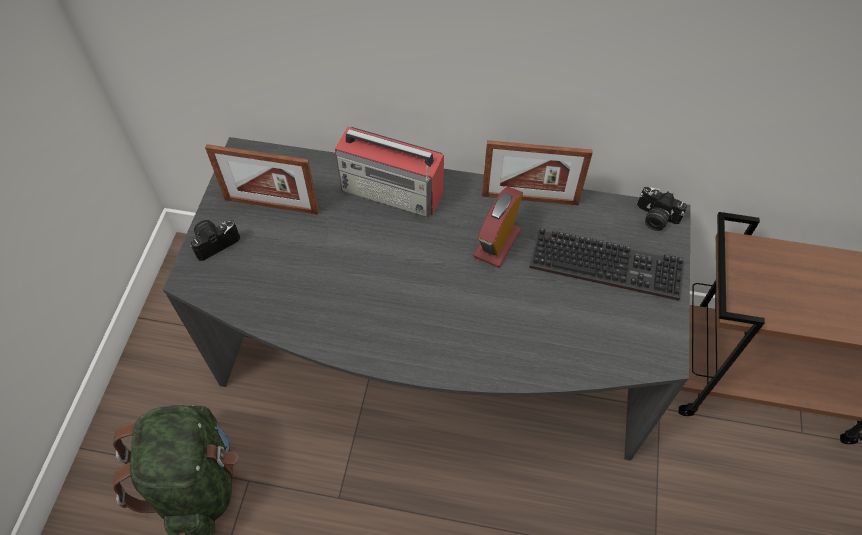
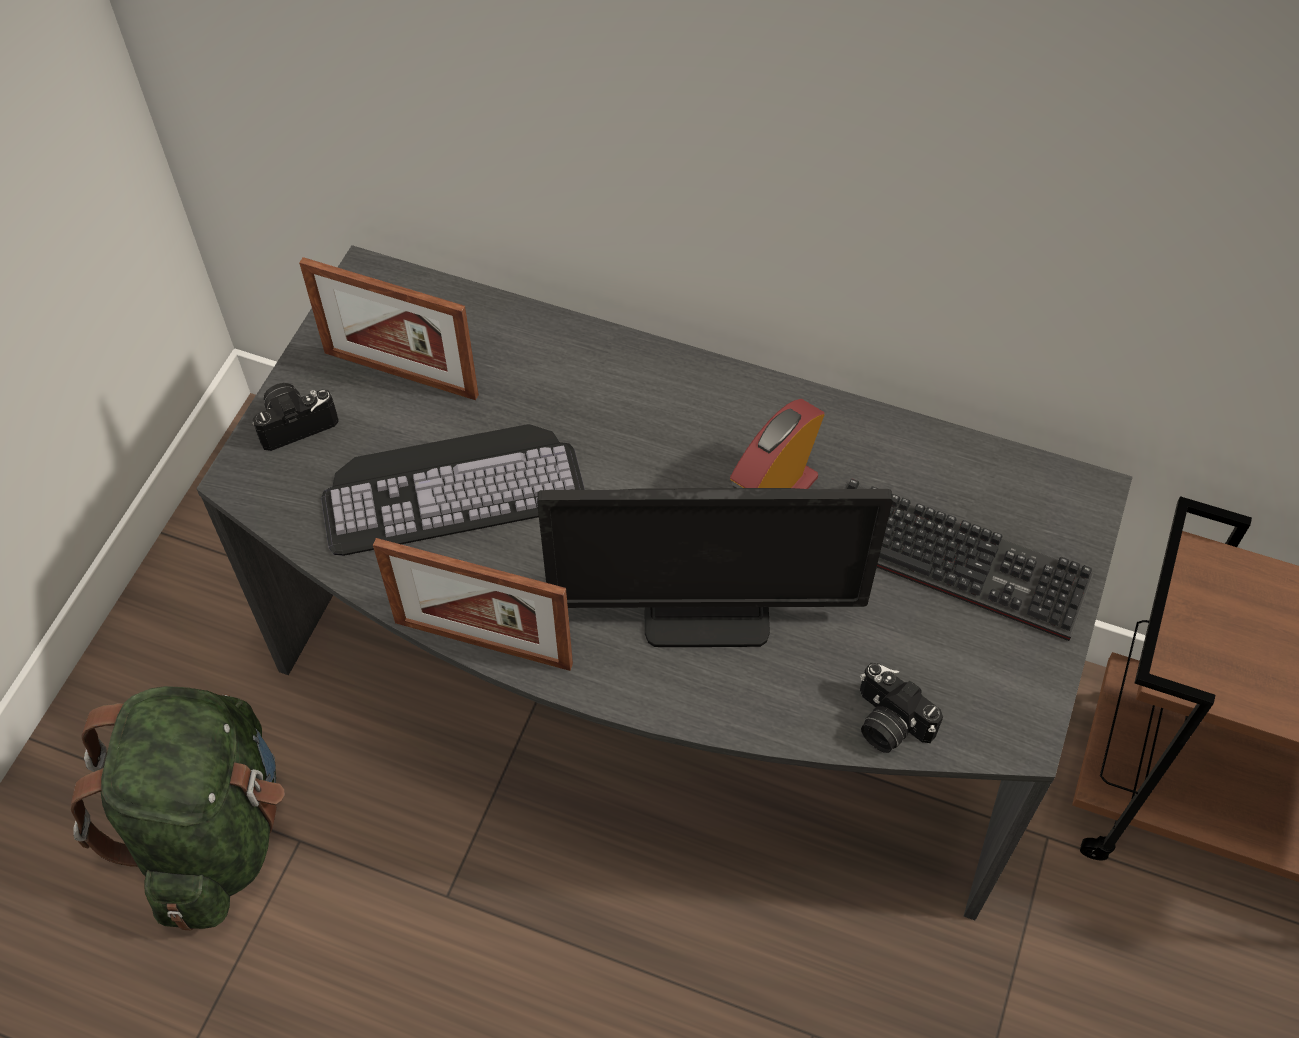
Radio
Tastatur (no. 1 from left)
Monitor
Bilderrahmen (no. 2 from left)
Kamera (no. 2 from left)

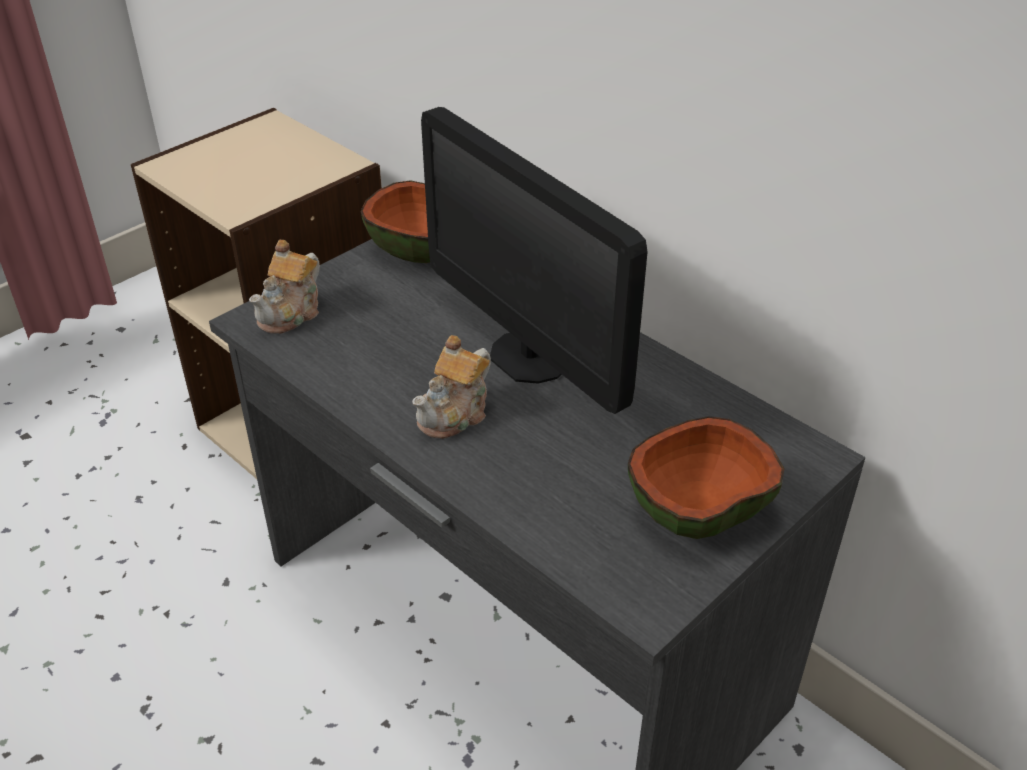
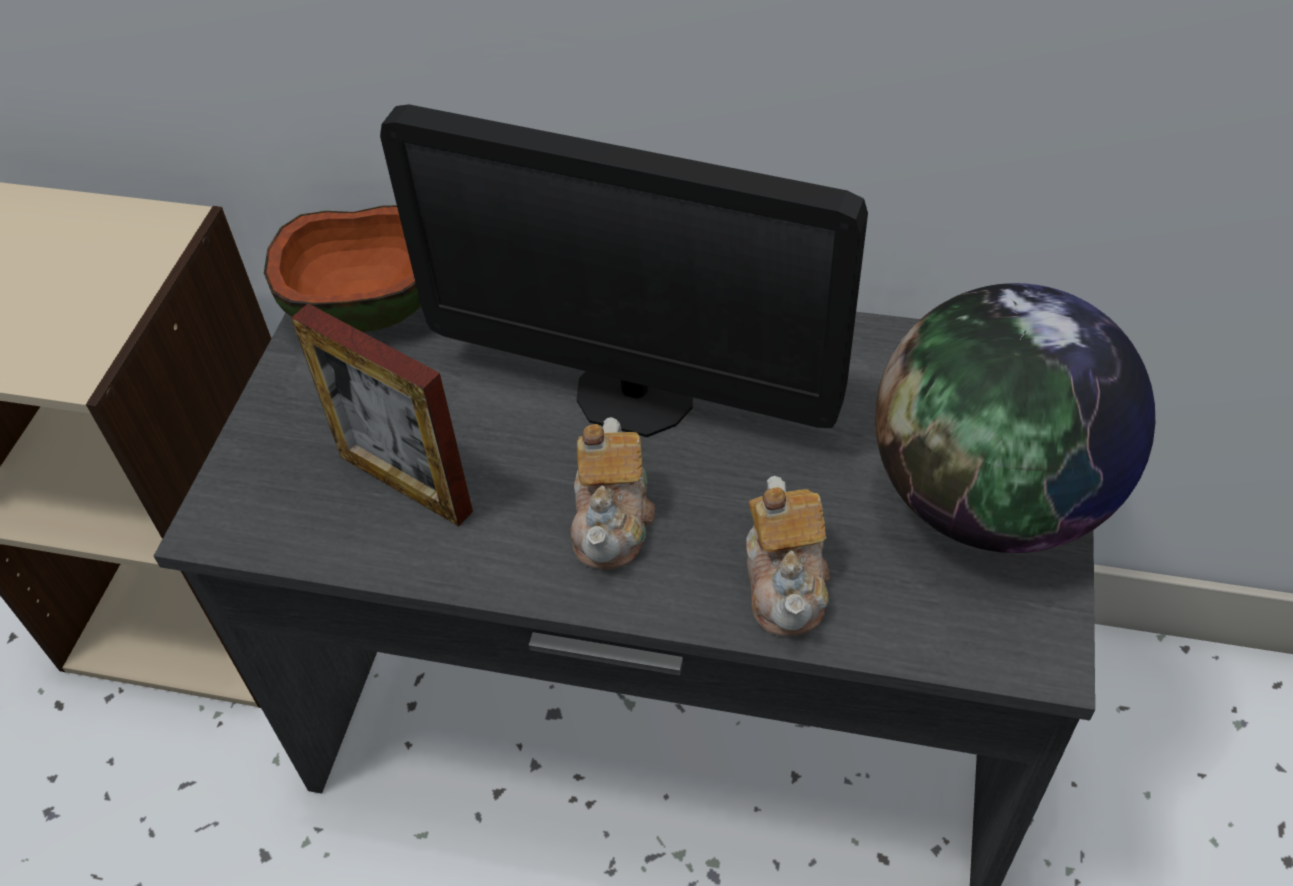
Bilderrahmen
Teekanne (no. 2 from left)
Globus

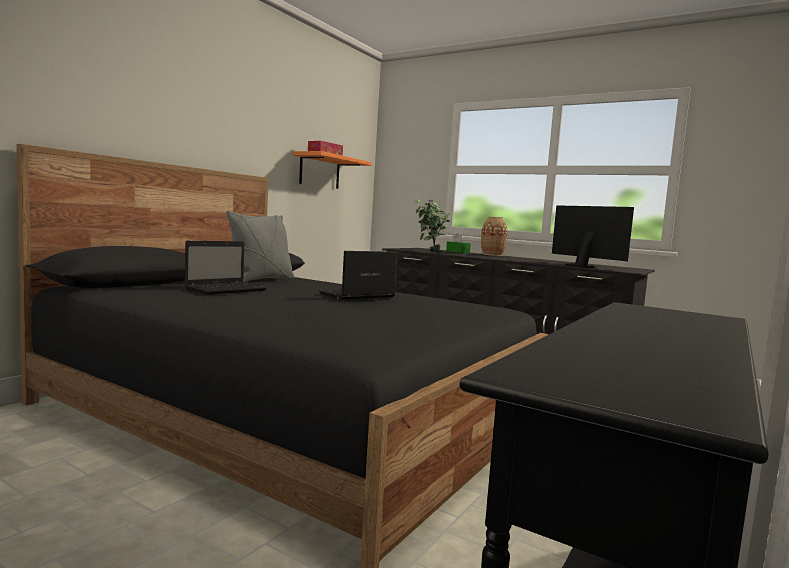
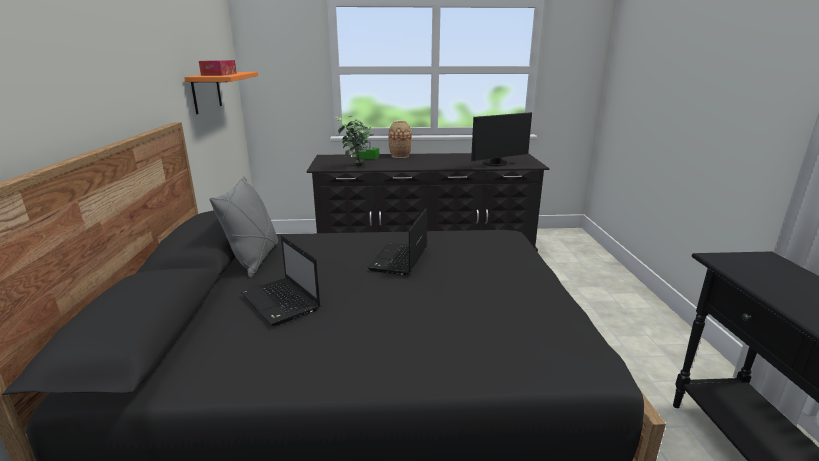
Laptop (no. 1 from left)
Monitor

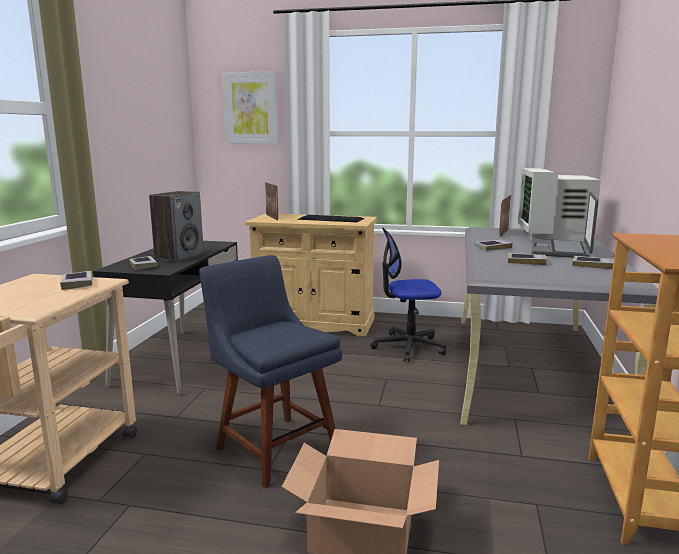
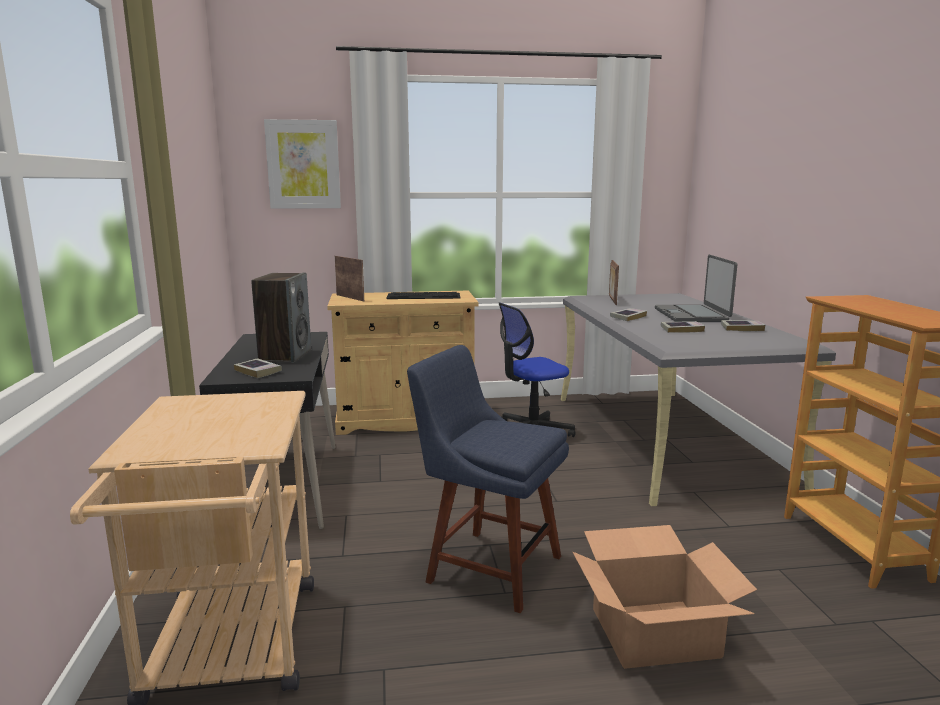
Buch (no. 1 from left in the first image)
Monitor

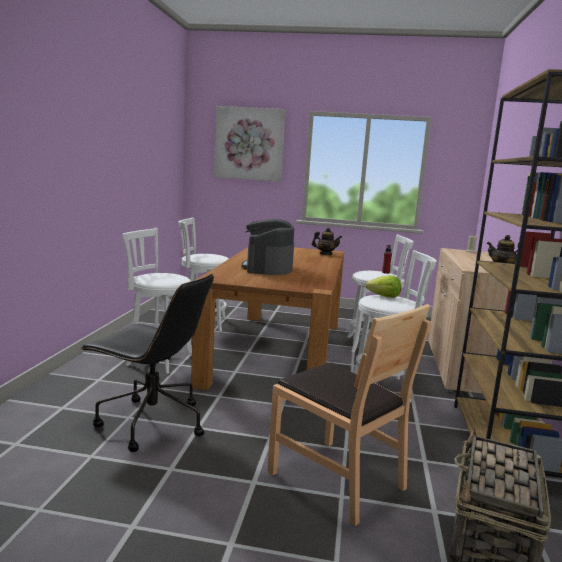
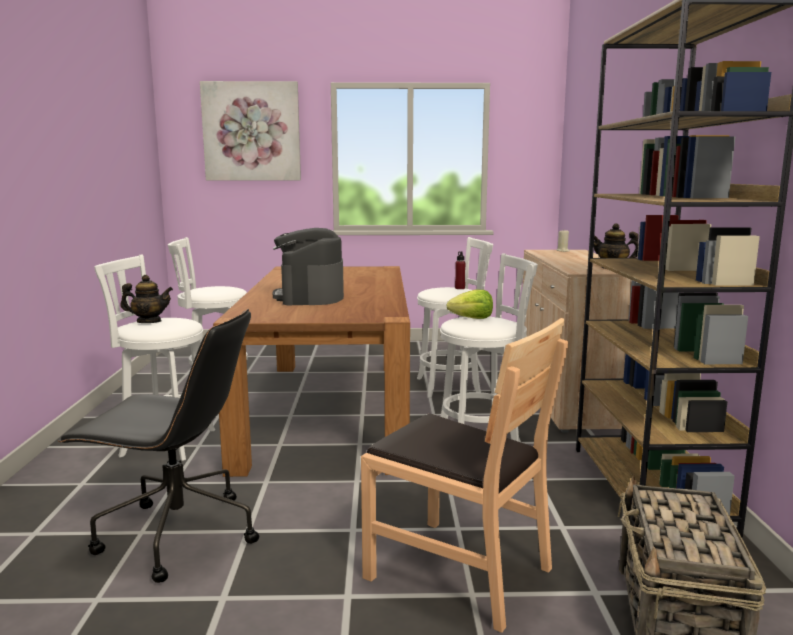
Teekanne (no. 1 from left)

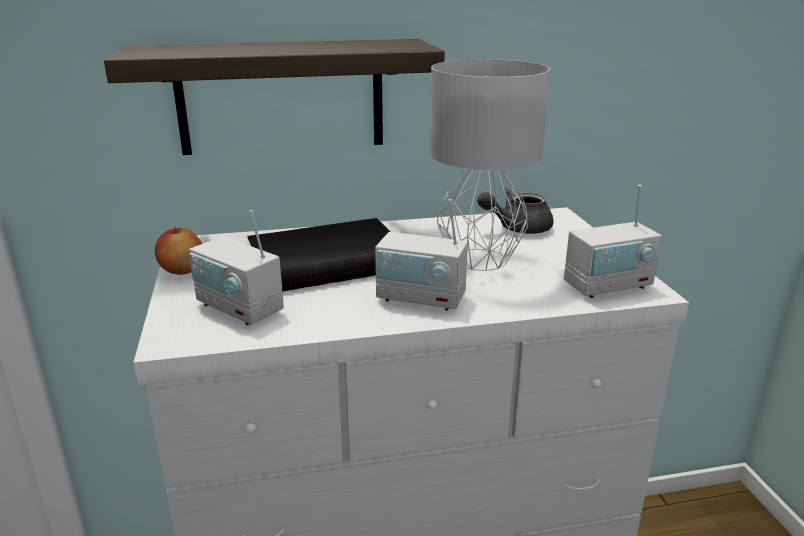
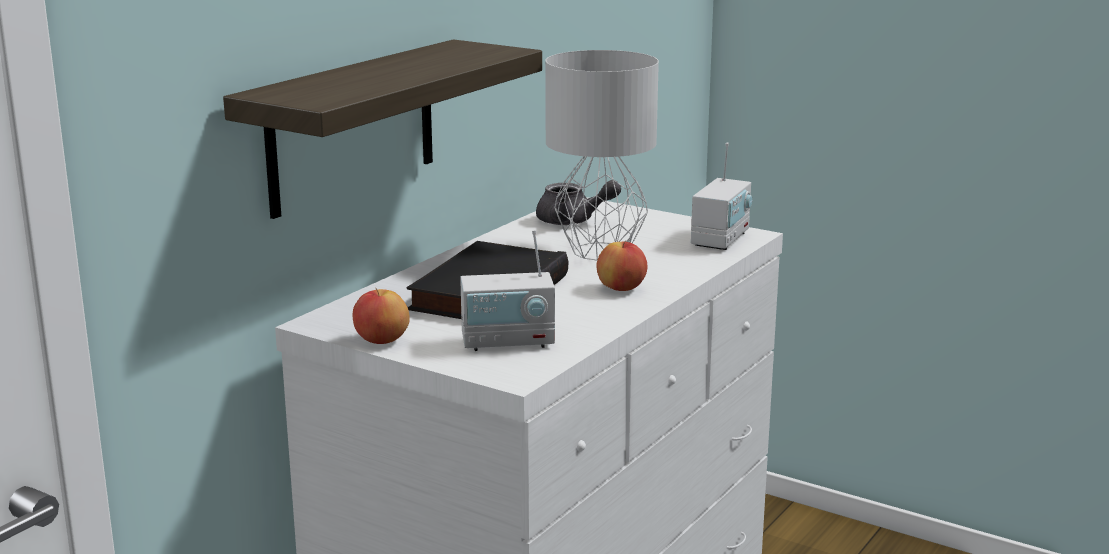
Apfel (no. 2 from left)
Teekanne/grau

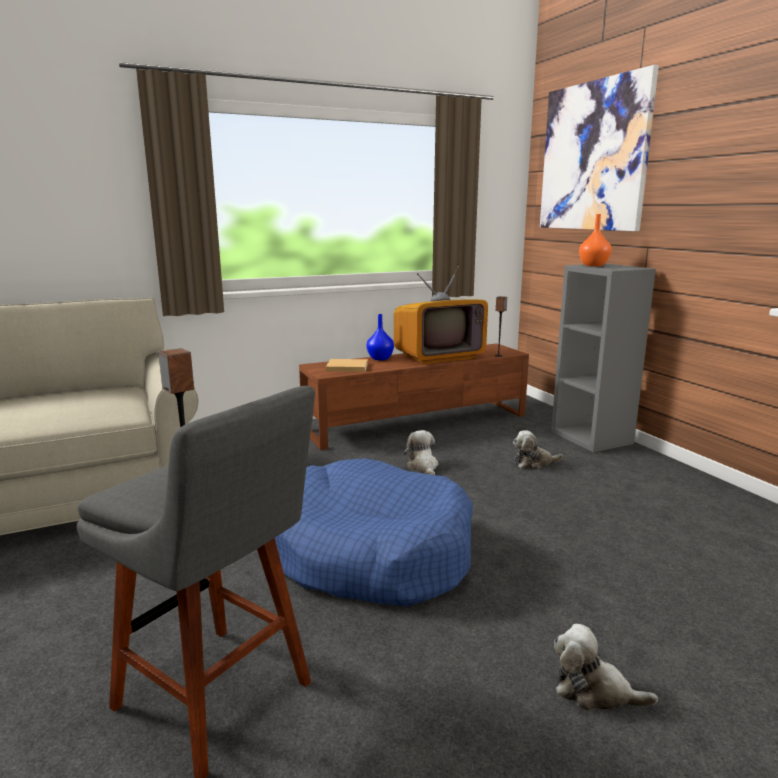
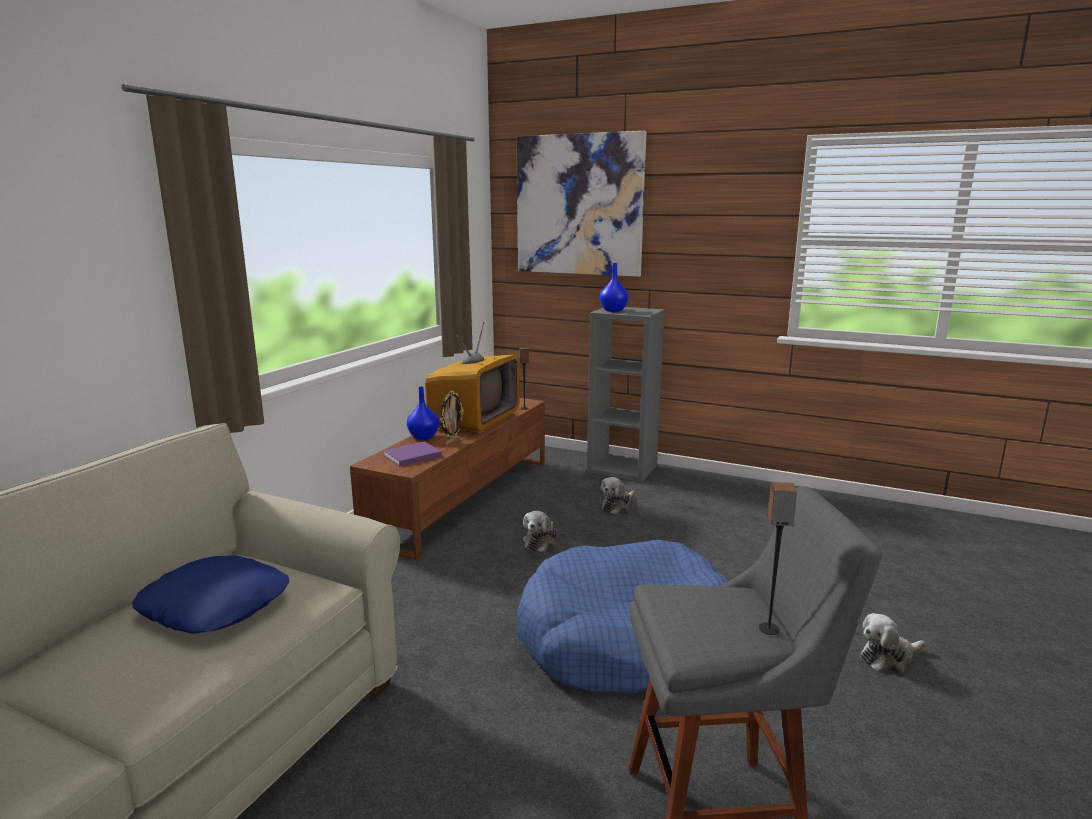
Kissen/blau
Bilderrahmen
Buch/lila
Vase/blau (no. 2 from left)
Plüschtier (no. 1 from left)

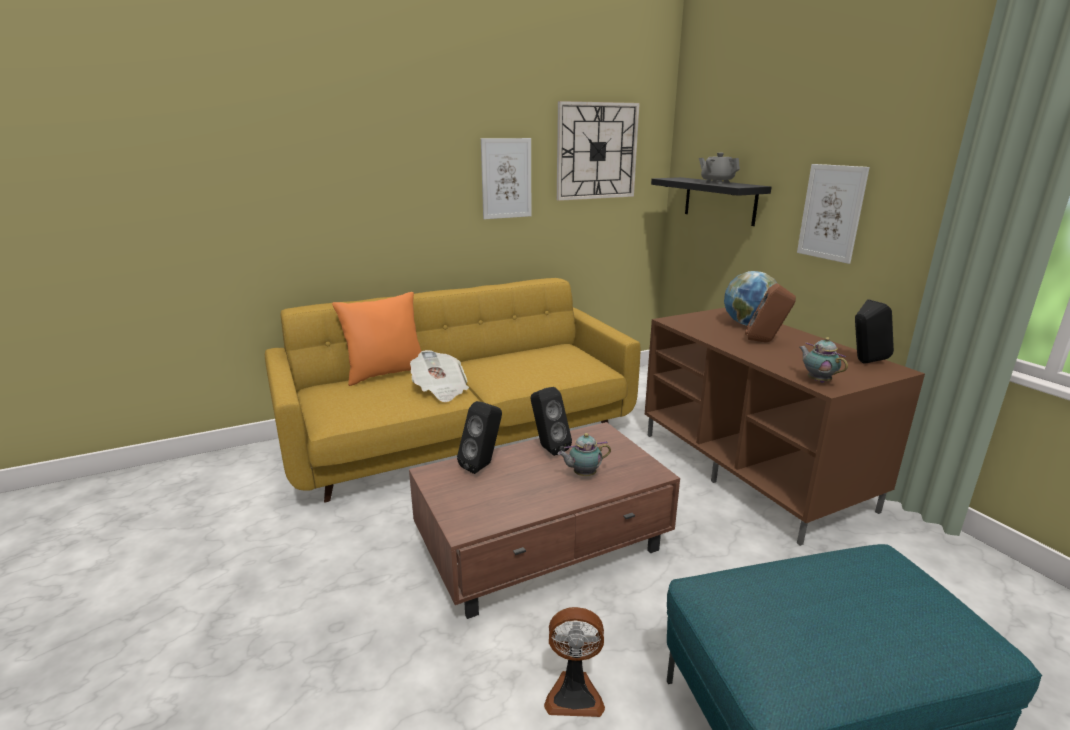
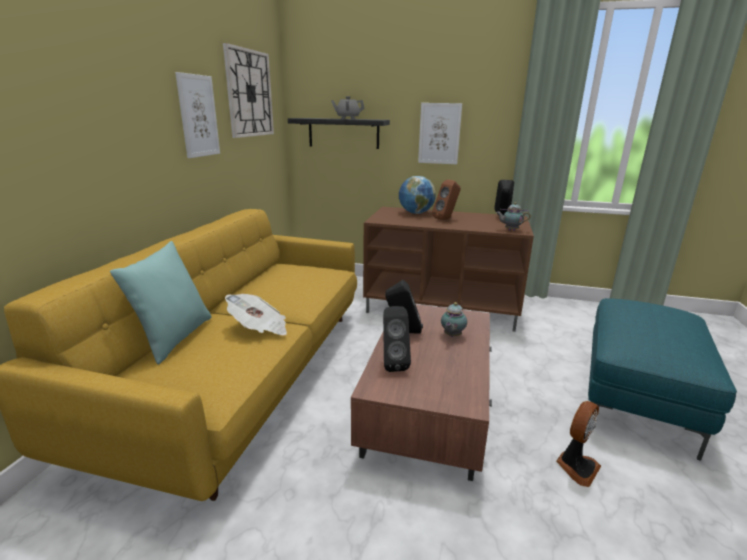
Kissen/türkis

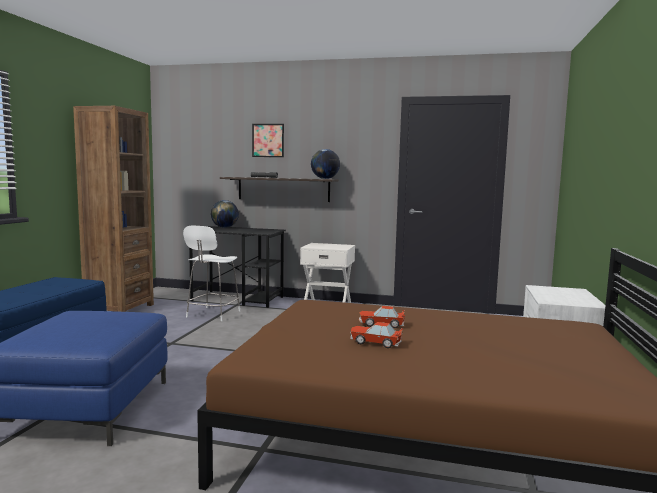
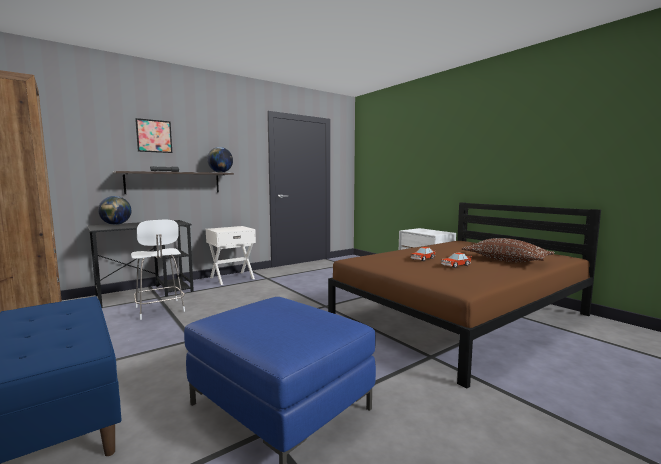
Kissen/braun

